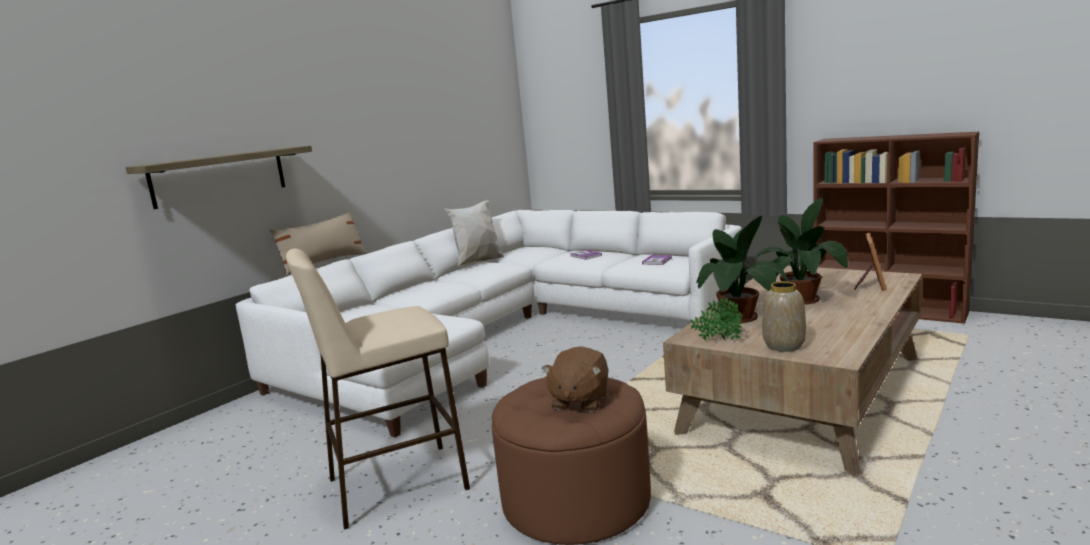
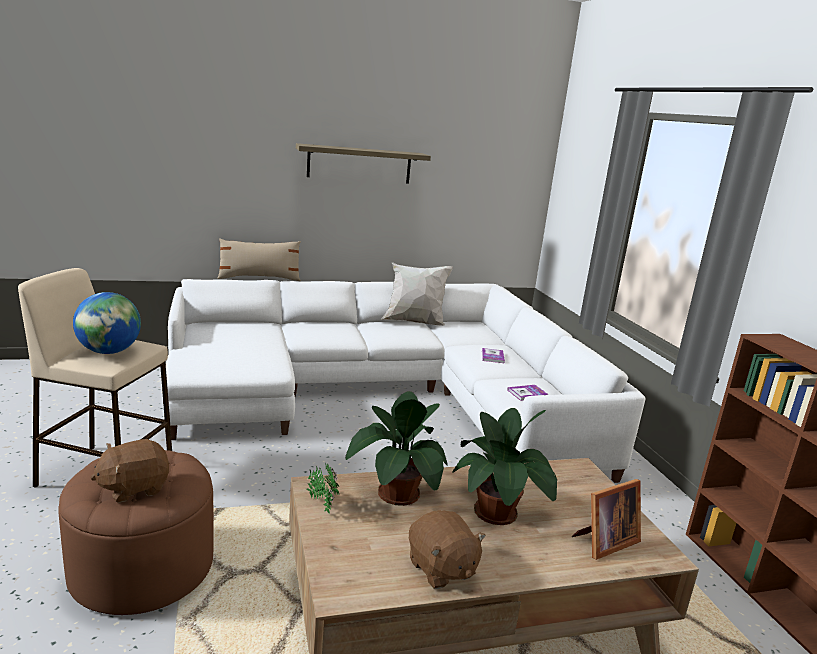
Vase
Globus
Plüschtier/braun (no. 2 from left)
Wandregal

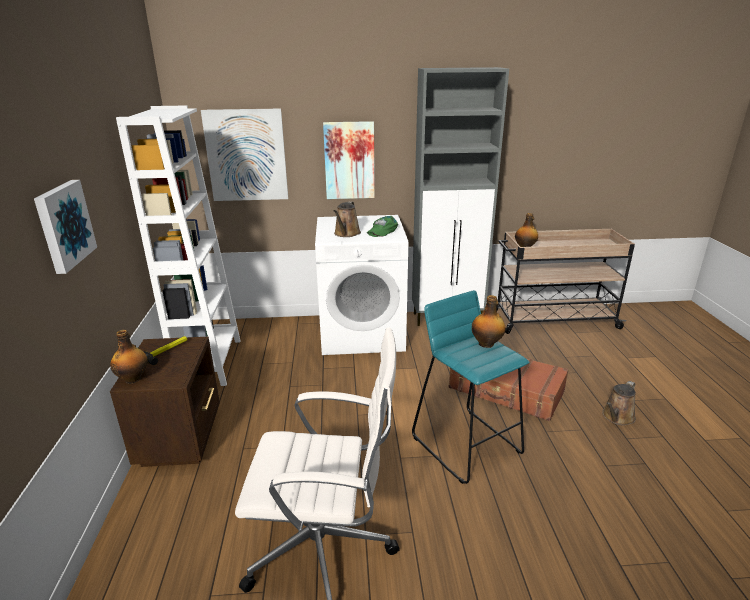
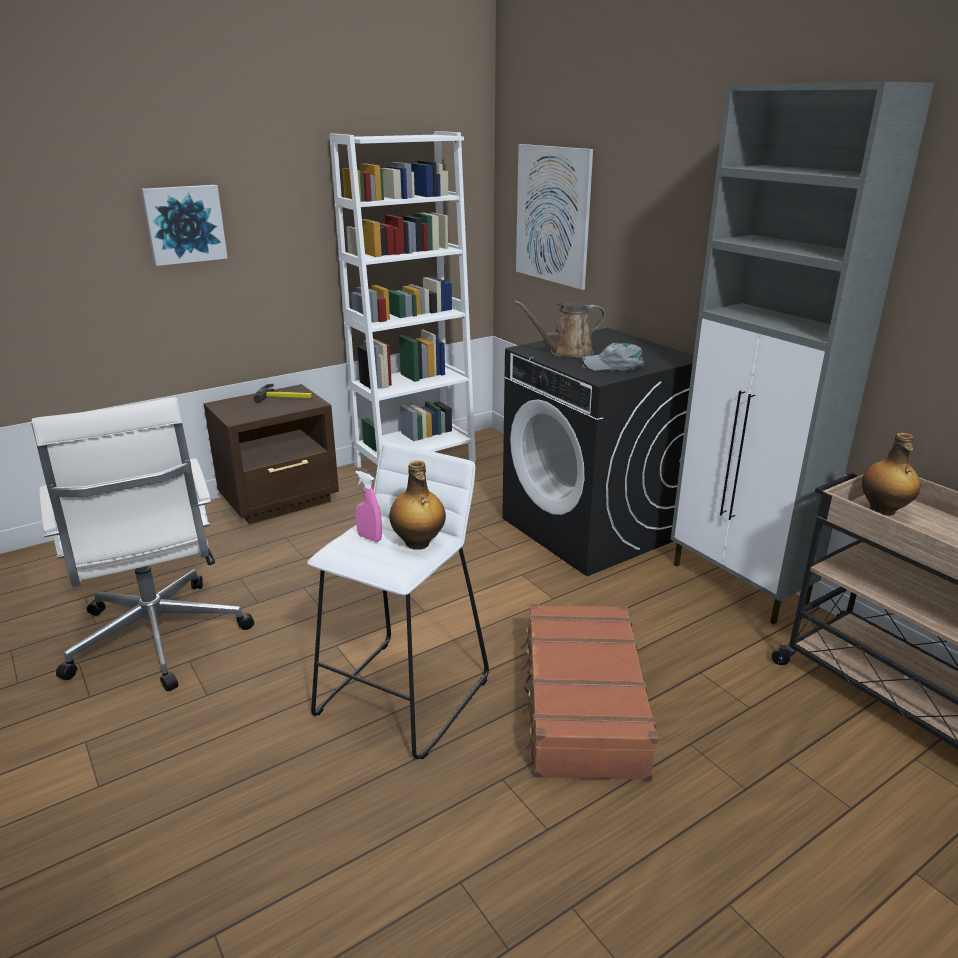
Flasche (no. 1 from left in the first image)
Bild (no. 3 from left in the first image)
Gießkanne/braun (no. 2 from left in the first image)
Sprühflasche/rosa
Waschmaschine/schwarz
Kappe/grau
Hocker/weiß

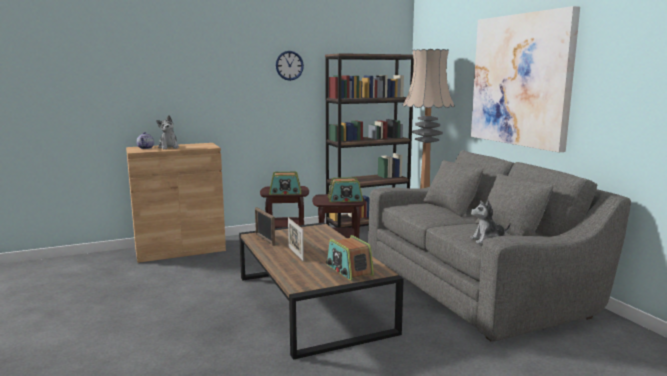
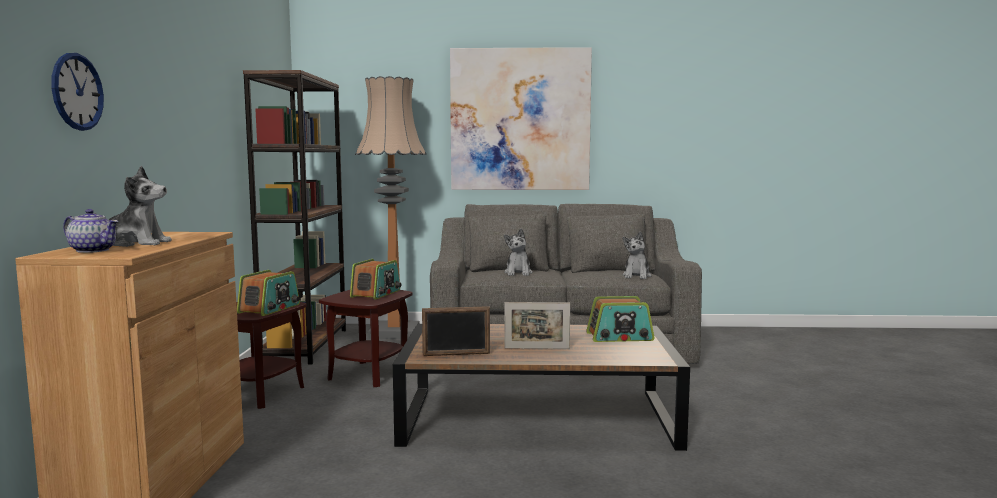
Plüschtier (no. 2 from left)
Wanduhr

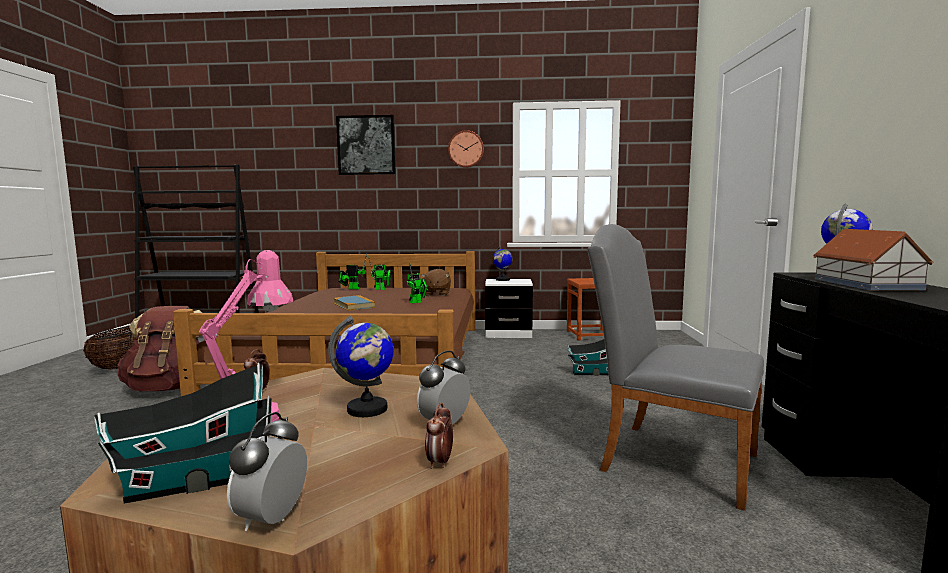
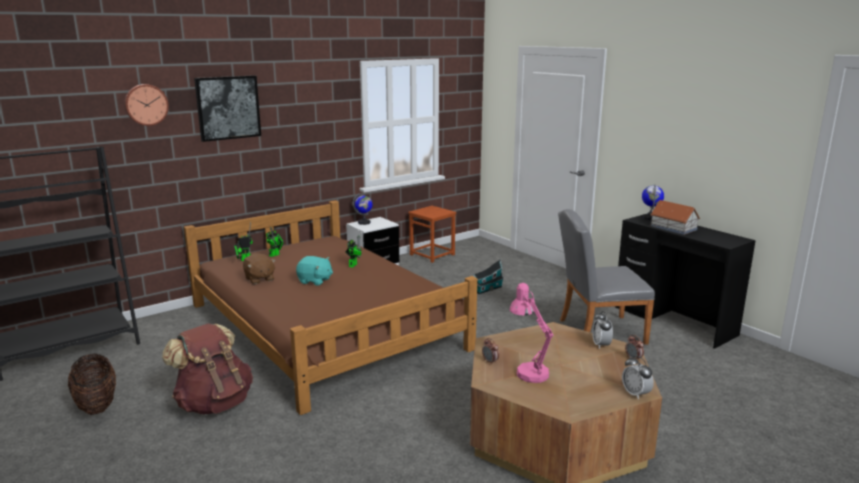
Spielzeughaus (no. 1 from left in the first image)
Globus (no. 1 from left in the first image)
Plüschtier/braun
Wanduhr
Plüschtier/türkis

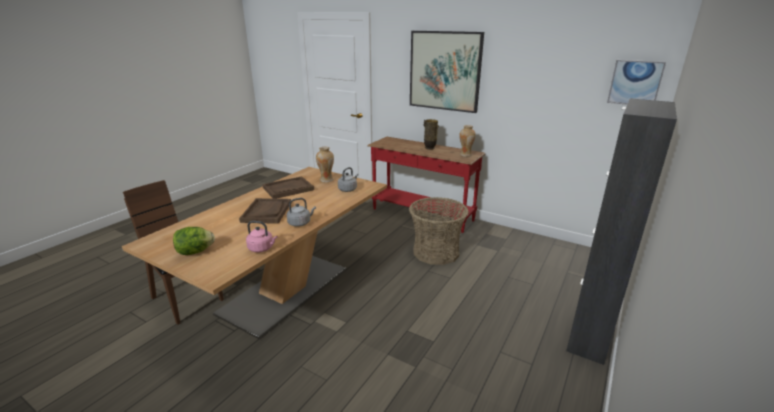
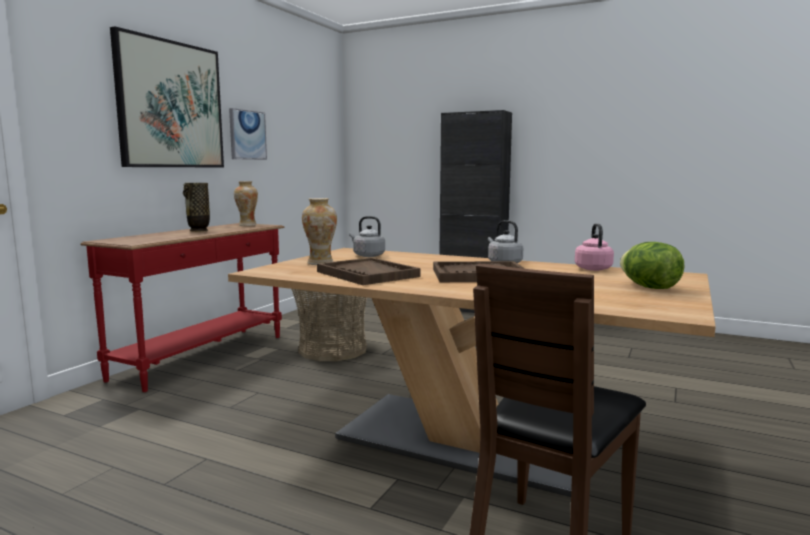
Bild (no. 2 from left)

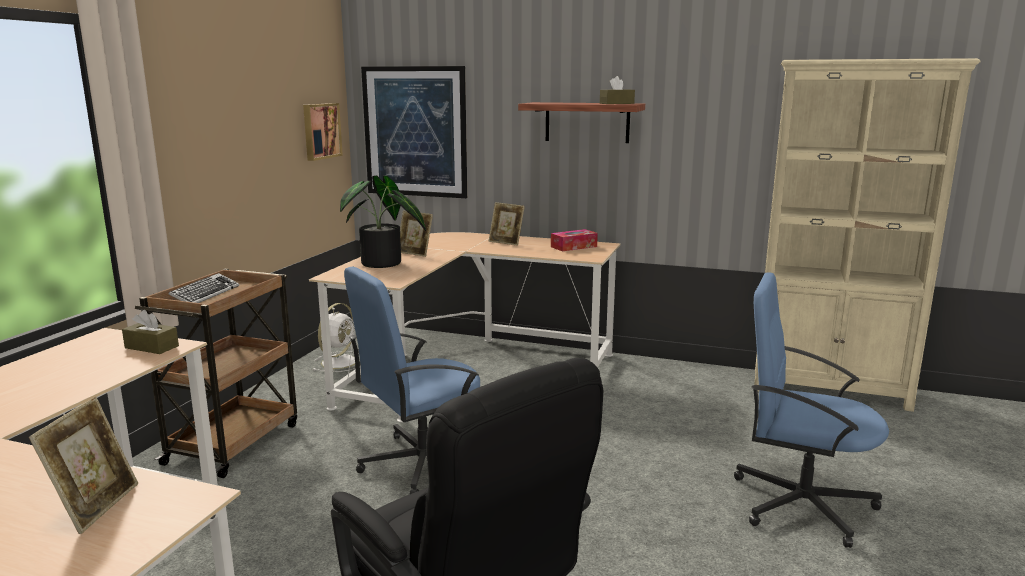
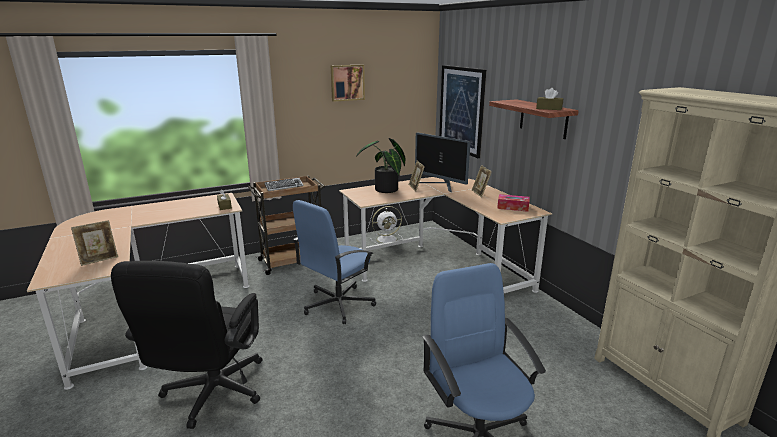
Monitor
Bild (no. 1 from left)
Bürostuhl/blau (no. 1 from left)

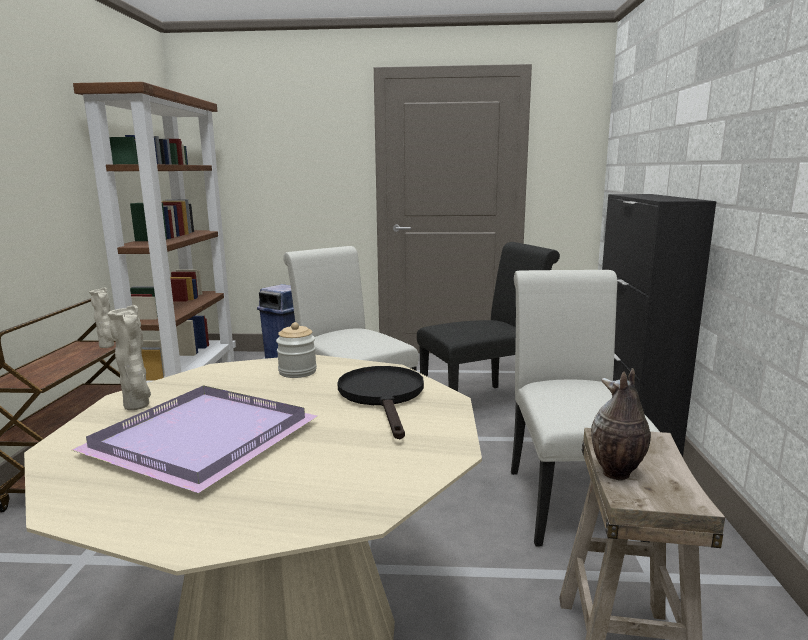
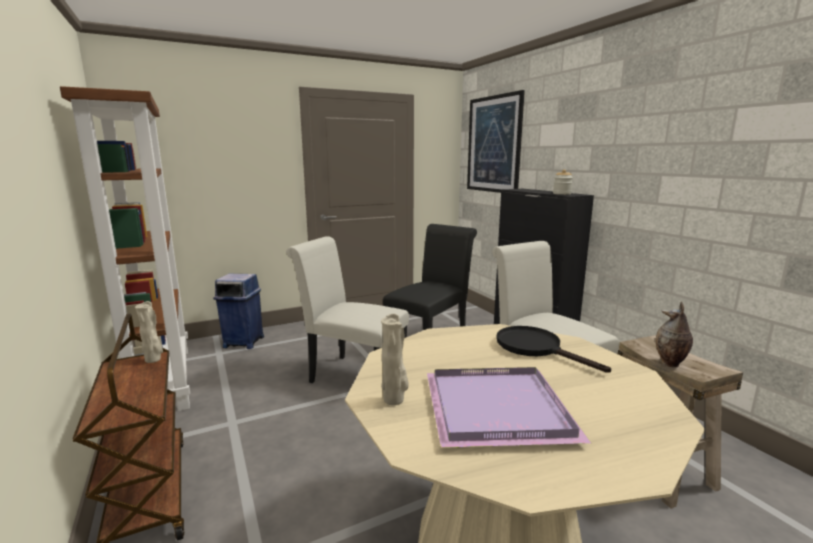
Bild
Vorratsglas

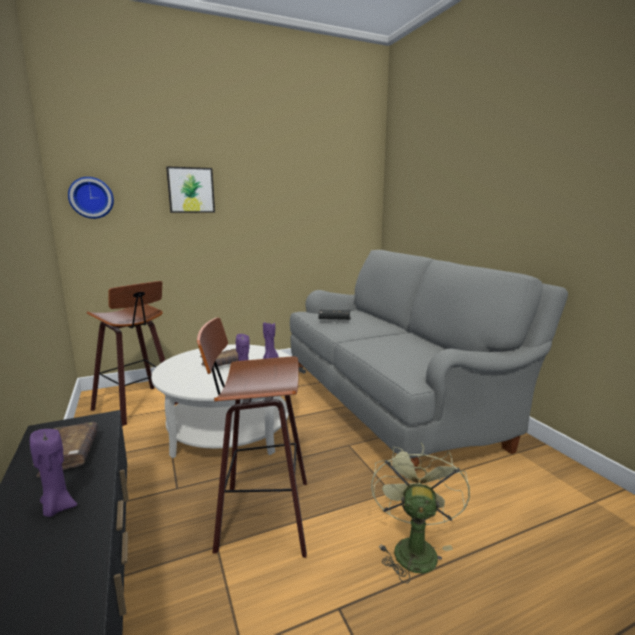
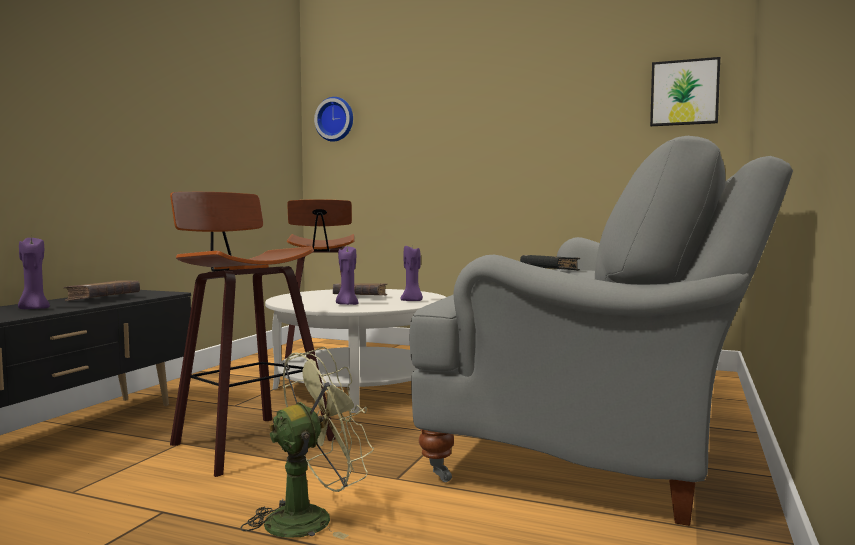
Bild

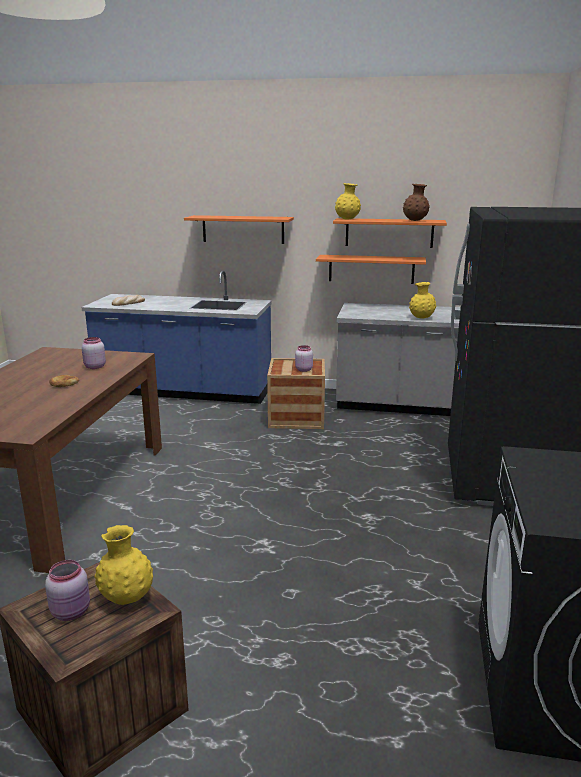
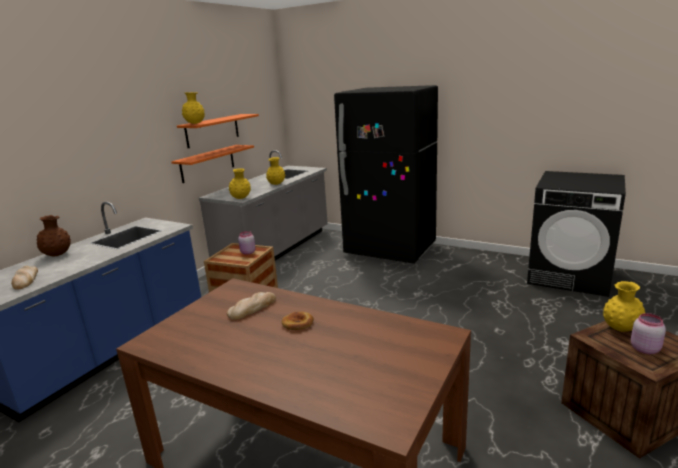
Wandregal/orange (no. 1 from left in the first image)
Vase/gelb (no. 2 from left)
Vase/braun
Brot (no. 2 from left)

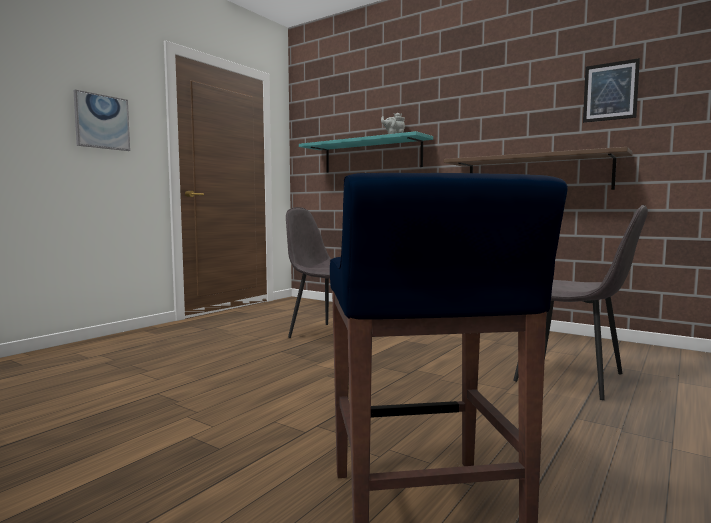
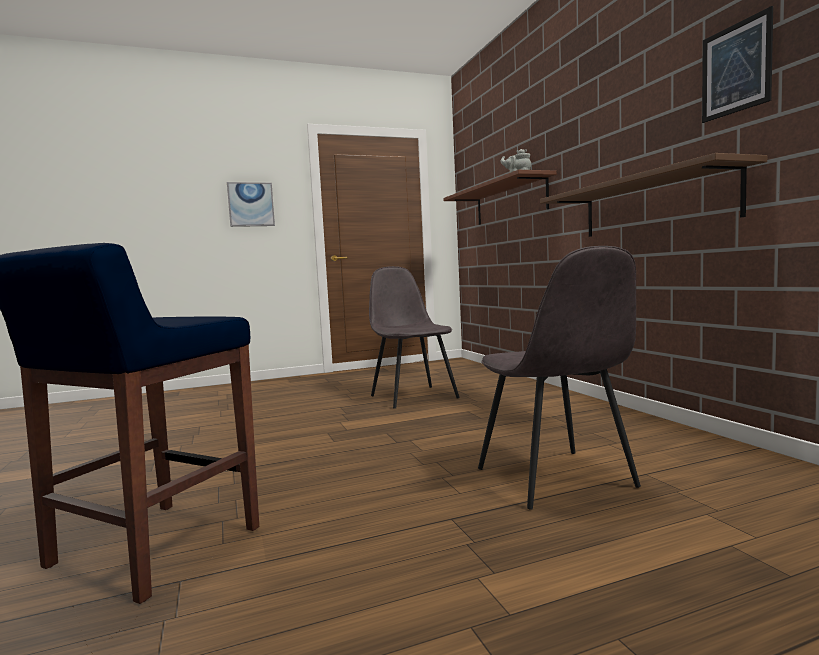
Wandregal/braun (no. 1 from left)

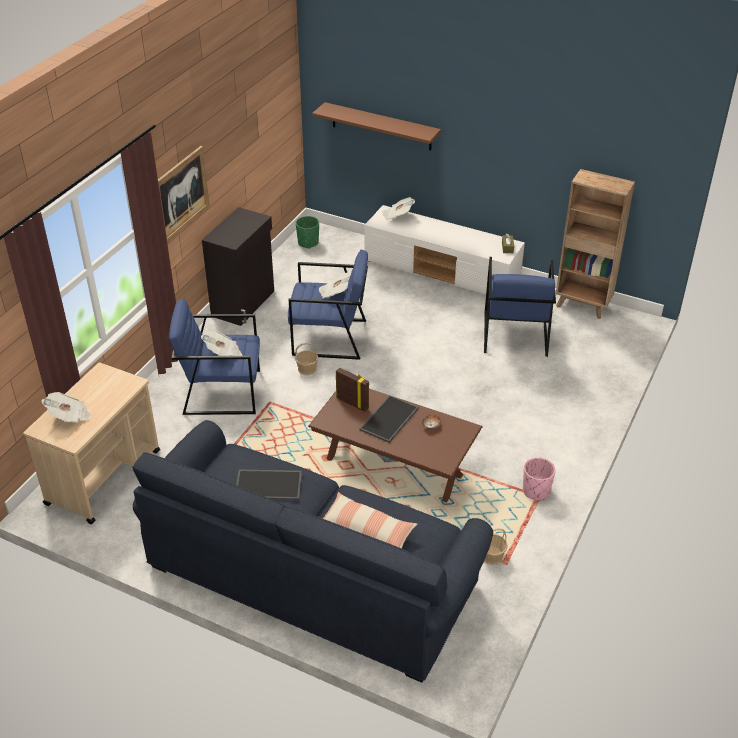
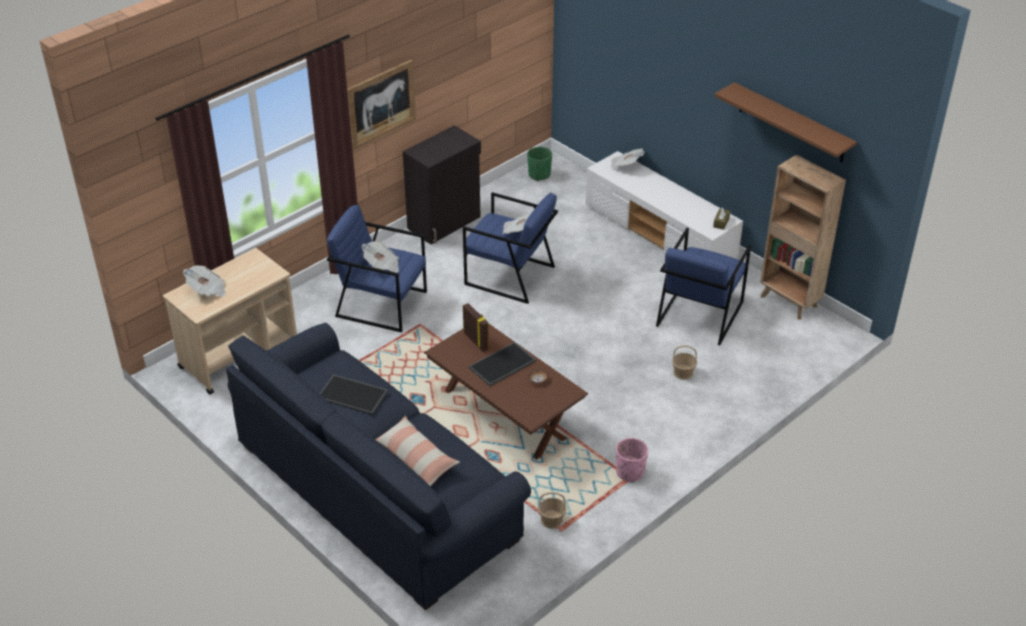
Korb (no. 2 from left)
Wandregal/braun

